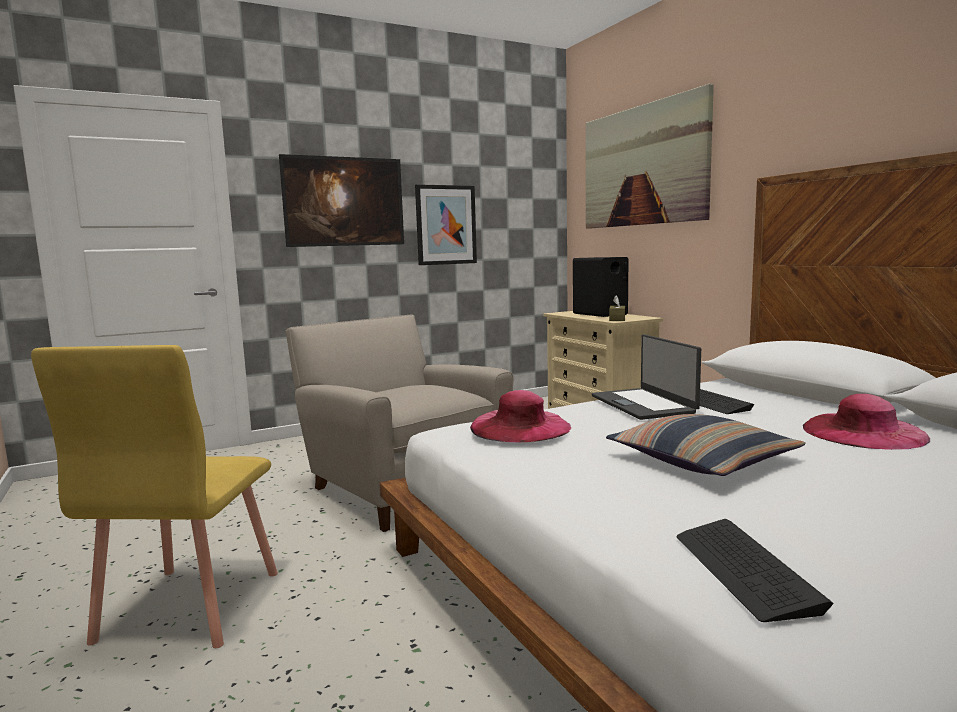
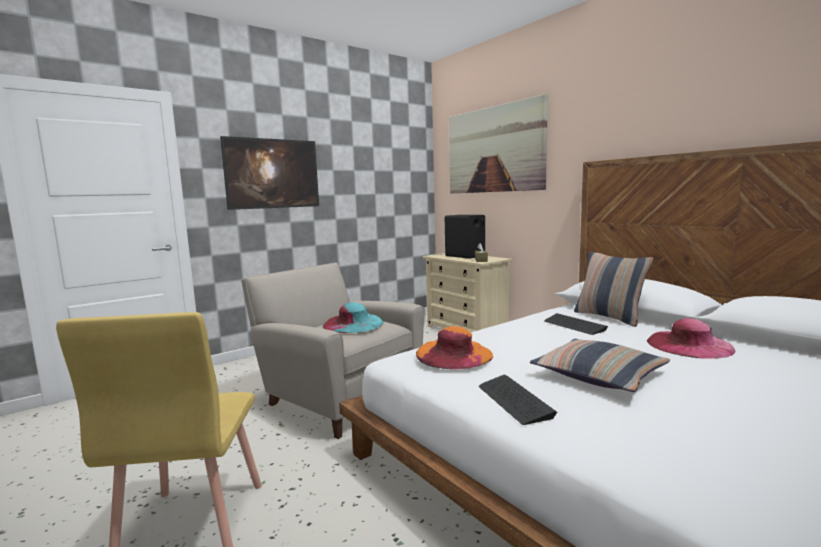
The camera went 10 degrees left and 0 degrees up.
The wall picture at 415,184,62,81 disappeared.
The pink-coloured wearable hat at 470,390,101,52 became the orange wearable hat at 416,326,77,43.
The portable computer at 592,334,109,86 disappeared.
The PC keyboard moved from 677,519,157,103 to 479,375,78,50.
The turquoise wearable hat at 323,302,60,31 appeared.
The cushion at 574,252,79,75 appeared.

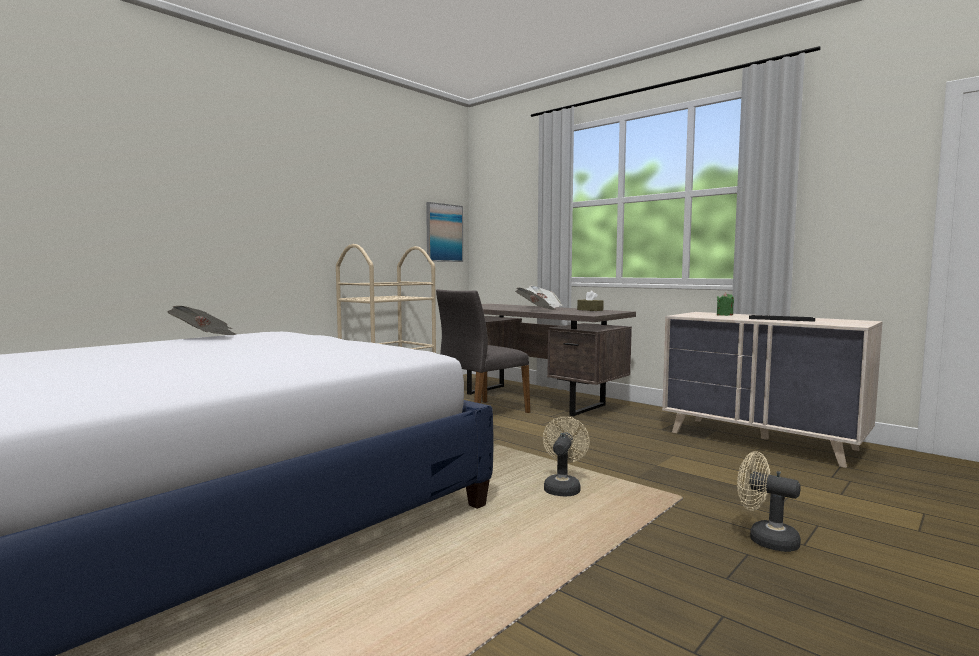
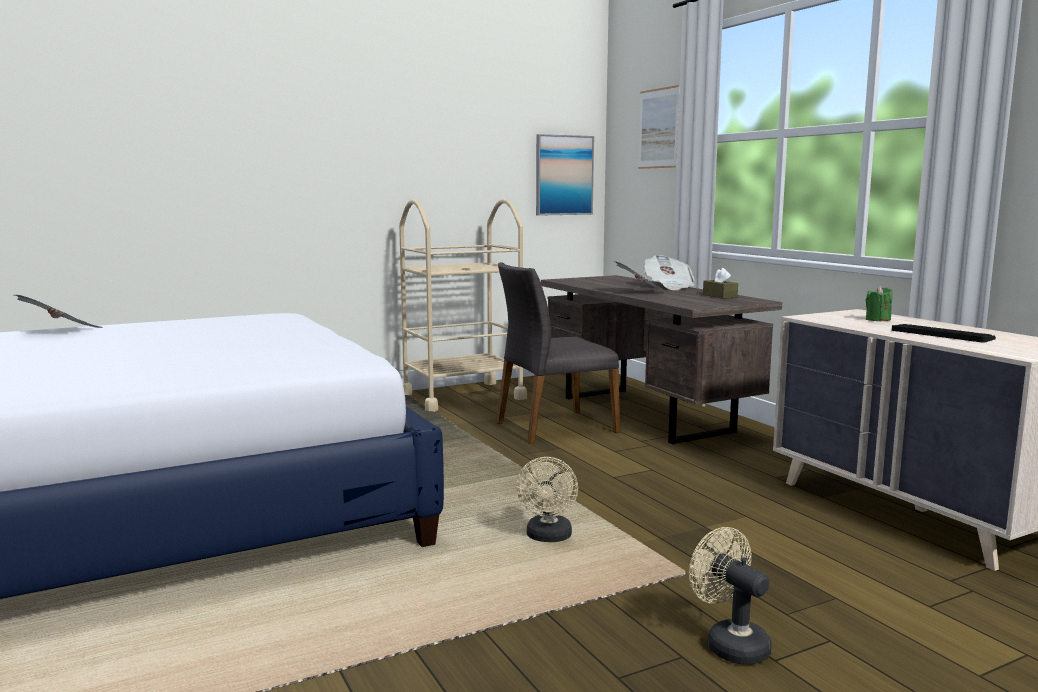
The camera went 20 degrees right and 5 degrees up.
The daily paper moved from 168,306,68,29 to 14,295,88,33.
The sand-coloured electric fan at 543,416,47,80 turned 150 degrees clockwise.
The wall picture at 638,85,42,84 appeared.

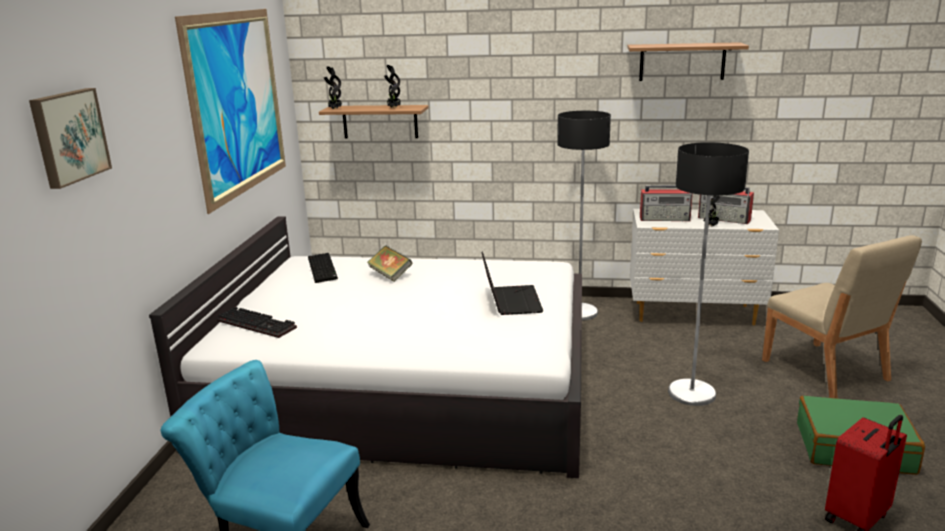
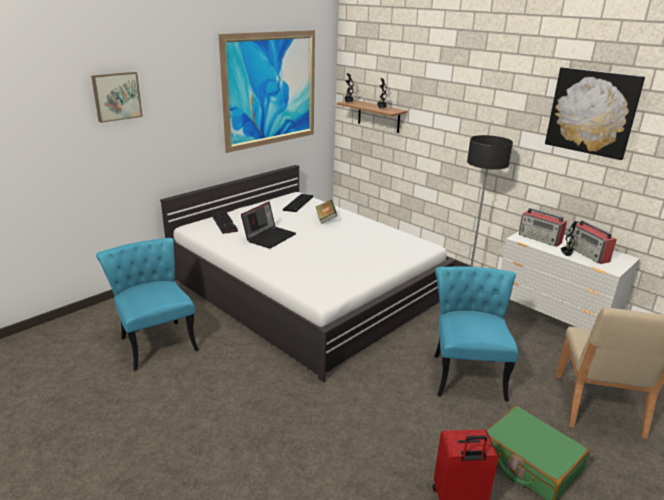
The camera went 35 degrees right and 5 degrees up.
The portable computer moved from 482,251,61,64 to 241,202,55,47.
The shelf at 627,42,122,39 was replaced by the wall picture at 545,67,100,93.
The standing lamp at 668,142,81,264 was replaced by the turquoise plain chair at 434,266,85,136.

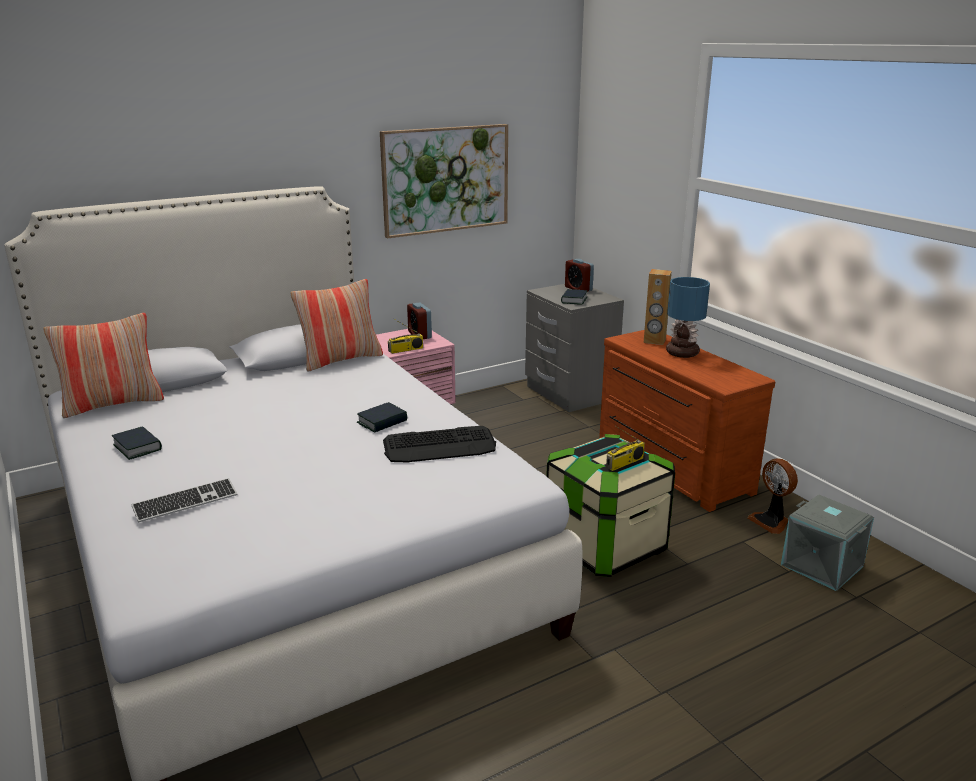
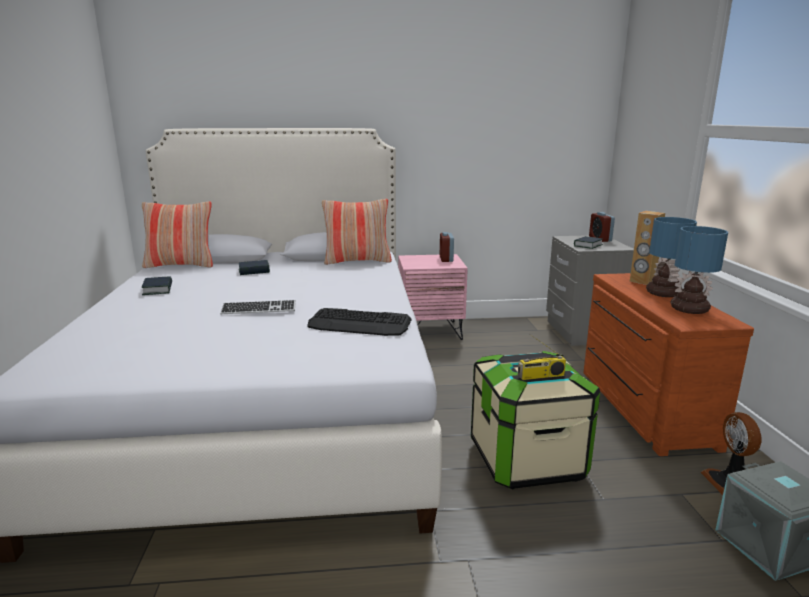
The camera went 25 degrees right and 5 degrees down.
The PC keyboard moved from 131,478,107,45 to 220,300,76,14.
The volume moved from 357,402,50,31 to 239,260,31,15.
The wall picture at 380,124,128,115 disappeared.
The radio set at 388,319,35,35 disappeared.
The table lamp at 671,226,57,88 appeared.

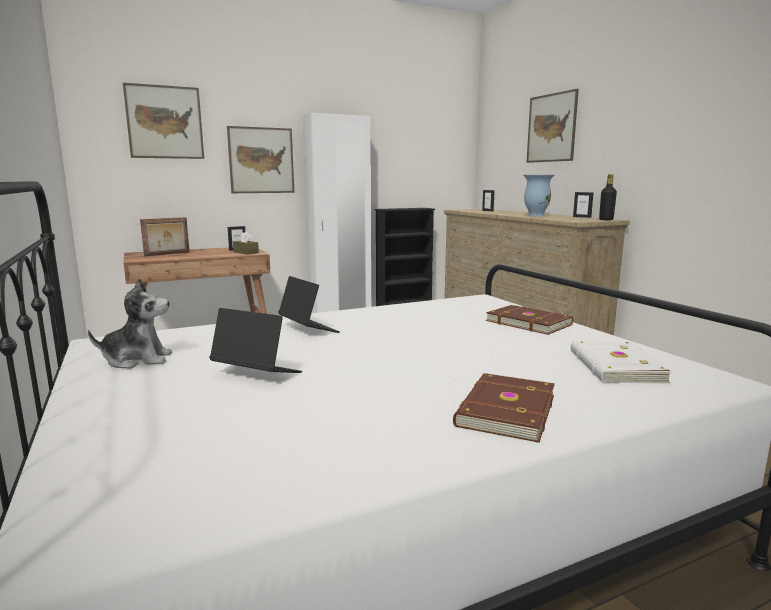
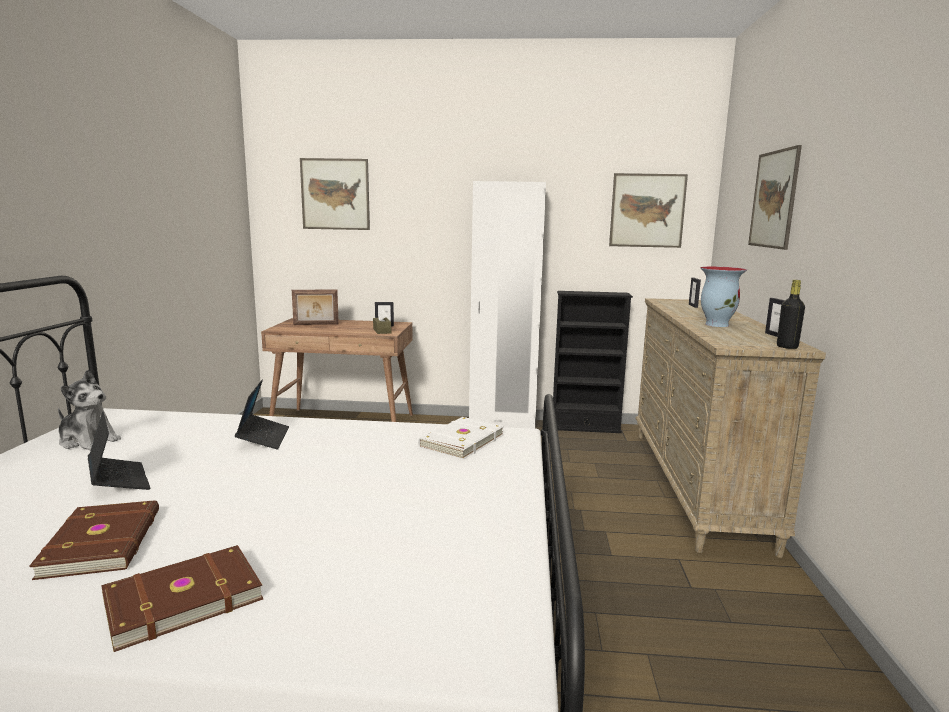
The camera went 30 degrees right and 0 degrees up.
The wall picture moved from 227,126,67,67 to 609,173,79,75.
The brown volume moved from 486,305,87,30 to 29,500,130,80.
The white-coloured volume moved from 571,341,102,43 to 418,417,86,42.

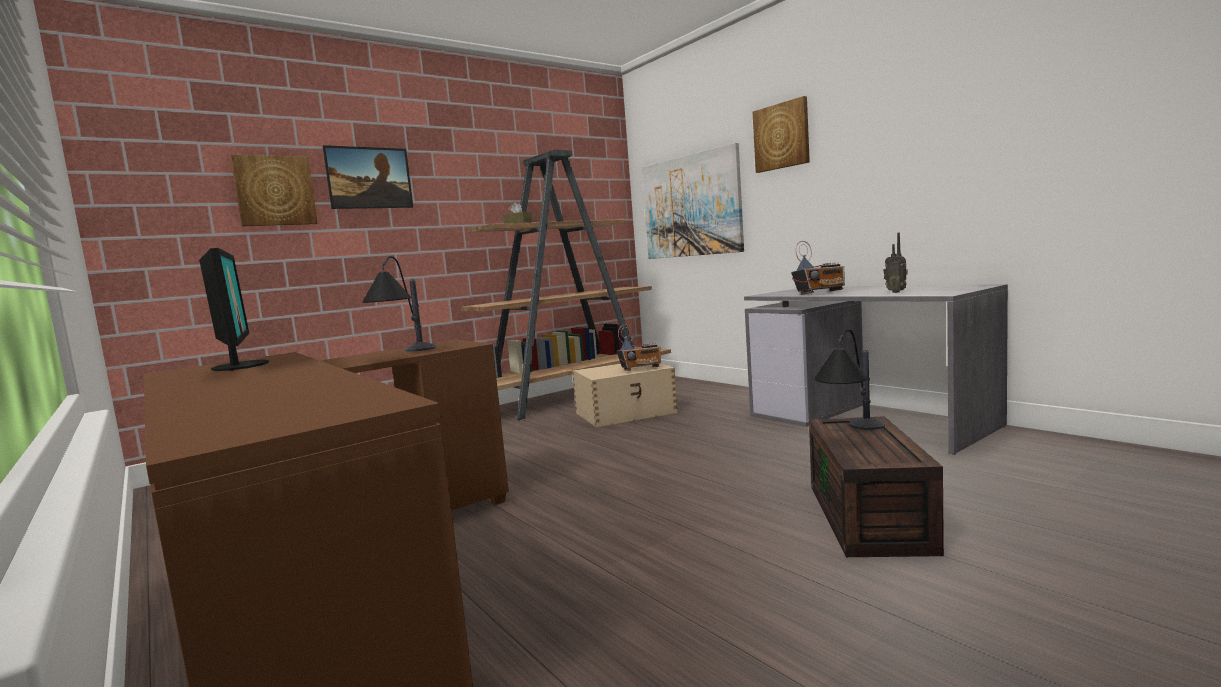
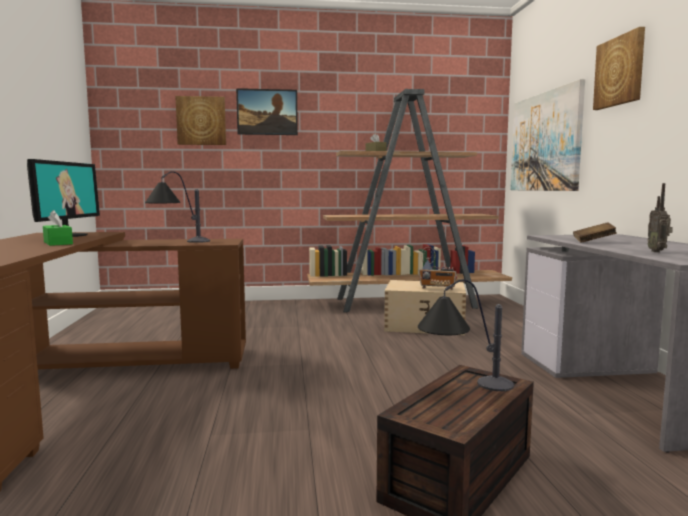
The camera went 30 degrees right and 0 degrees up.
The radio set at 791,241,54,54 was replaced by the brown volume at 573,222,44,21.
The green-coloured box of tissues at 43,210,30,36 appeared.

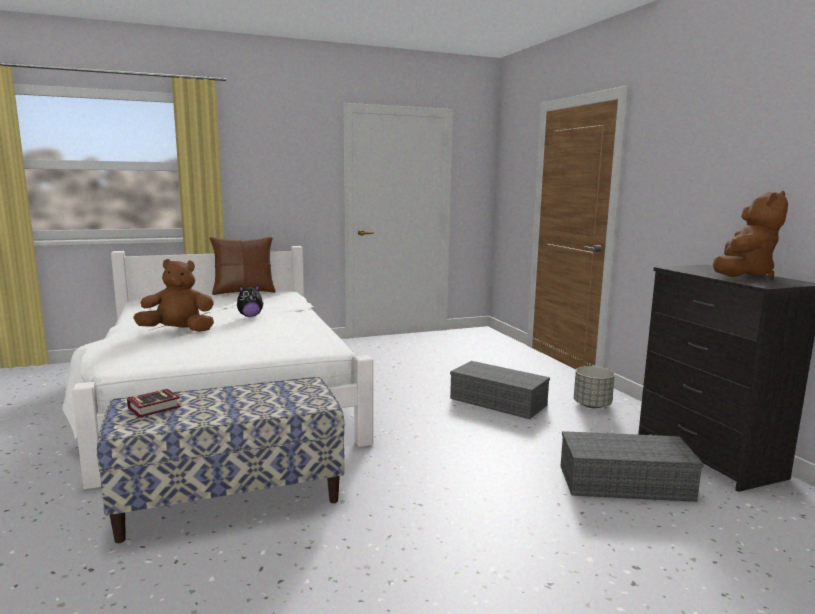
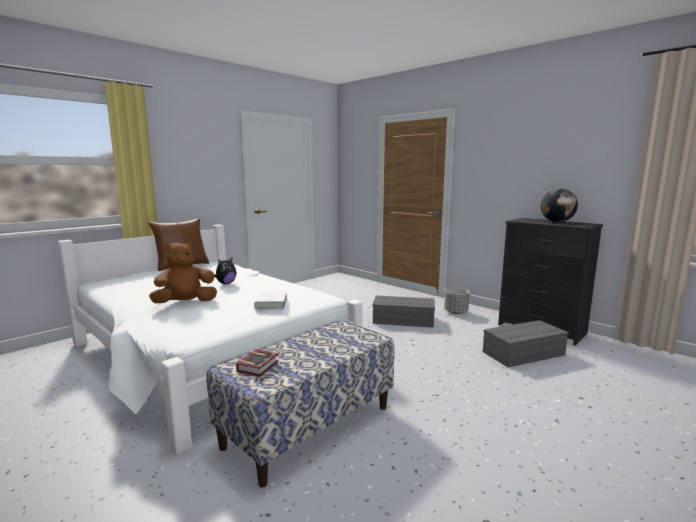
The camera went 25 degrees left and 0 degrees up.
The brown cuddly toy at 713,191,75,87 was replaced by the globe at 541,189,37,33.
The white-coloured volume at 254,291,33,19 appeared.

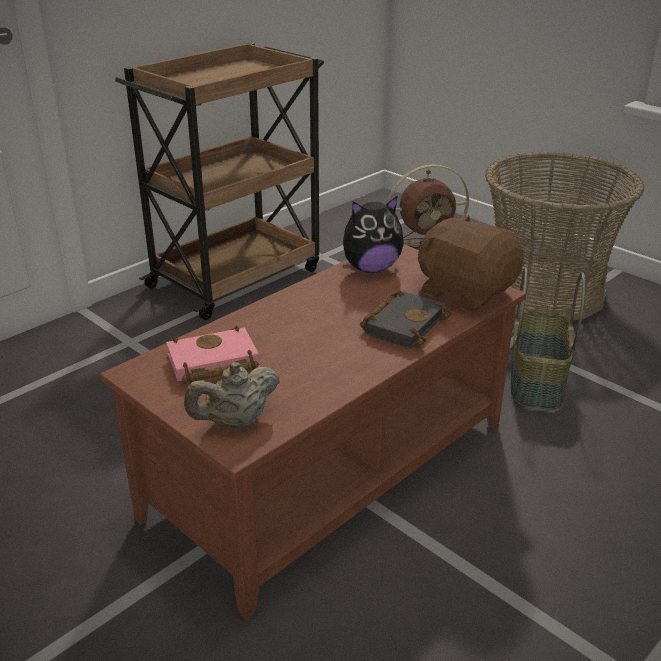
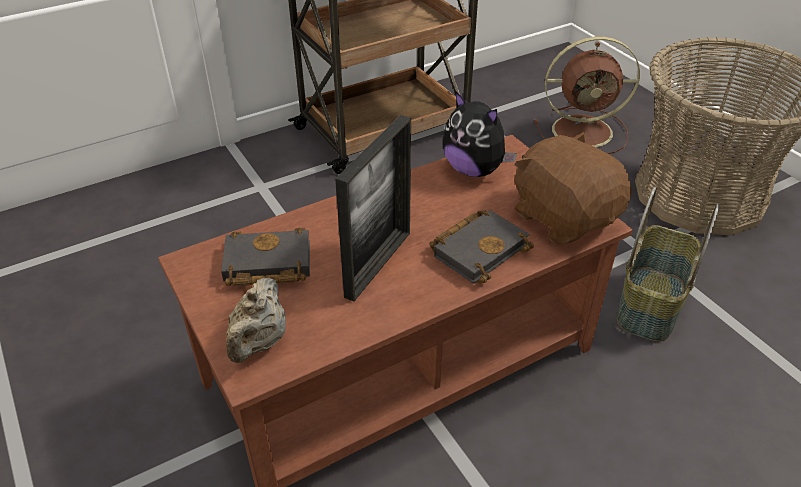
The camera went 15 degrees right and 10 degrees up.
The pink-coloured volume at 166,326,93,58 became the black-coloured volume at 221,227,89,59.
The sand-coloured teapot at 184,362,96,66 turned 60 degrees counterclockwise.
The cuddly toy at 343,196,61,77 turned 45 degrees clockwise.
The photo frame at 335,115,76,187 appeared.

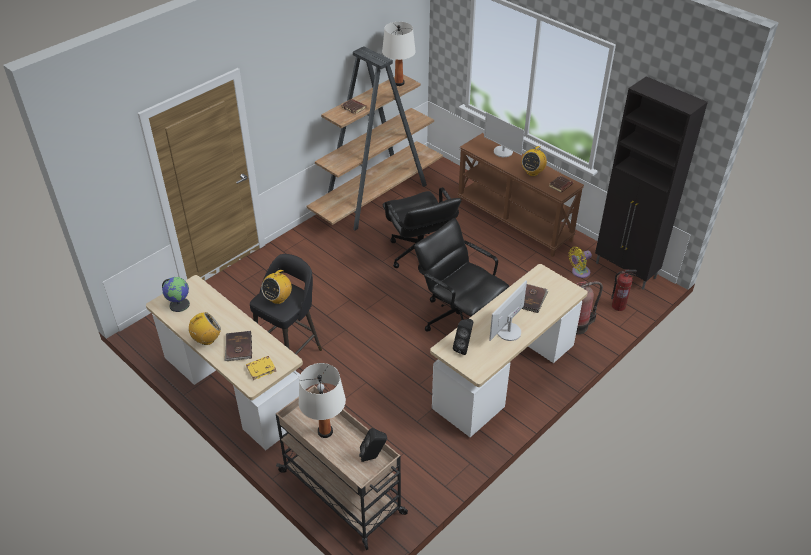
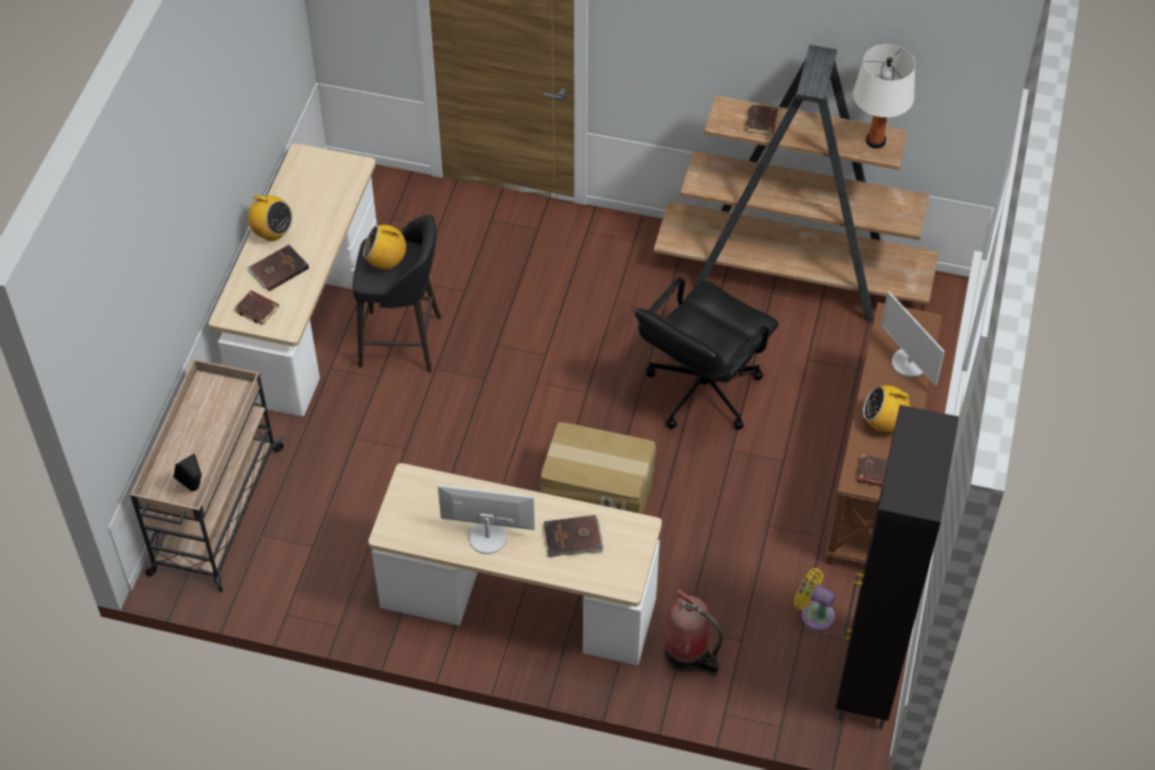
The camera went 60 degrees right and 10 degrees up.
The globe at 162,277,28,35 disappeared.
The yellowish volume at 246,356,30,24 became the brown volume at 234,290,45,36.
The white-coloured table lamp at 299,363,47,75 disappeared.
The black-coloured office chair at 414,218,95,114 was replaced by the cardboard box at 540,422,116,92.
The black-coloured loudspeaker at 453,319,20,36 disappeared.
The monitor at 484,112,41,45 turned 45 degrees counterclockwise.
The fire extinguisher at 611,269,25,42 disappeared.

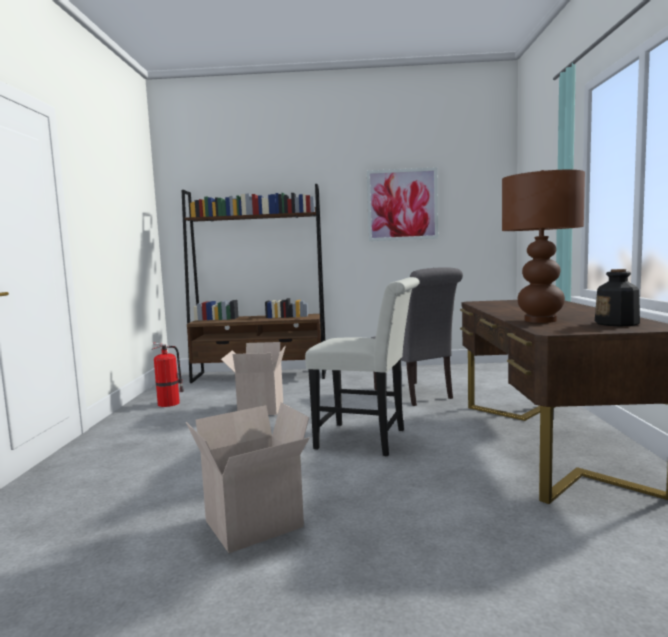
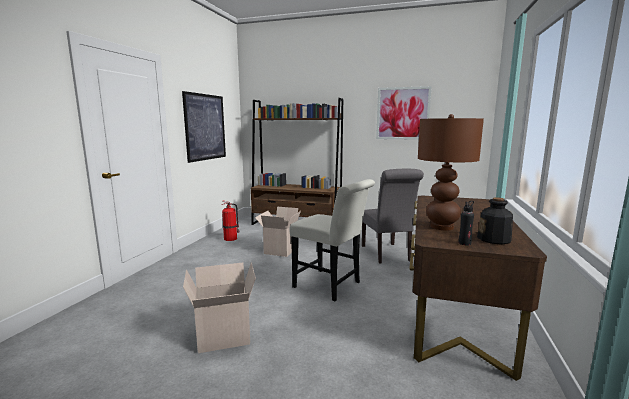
The camera went 15 degrees right and 5 degrees up.
The wall picture at 182,91,44,72 appeared.
The black-coloured bottle at 459,201,15,44 appeared.

